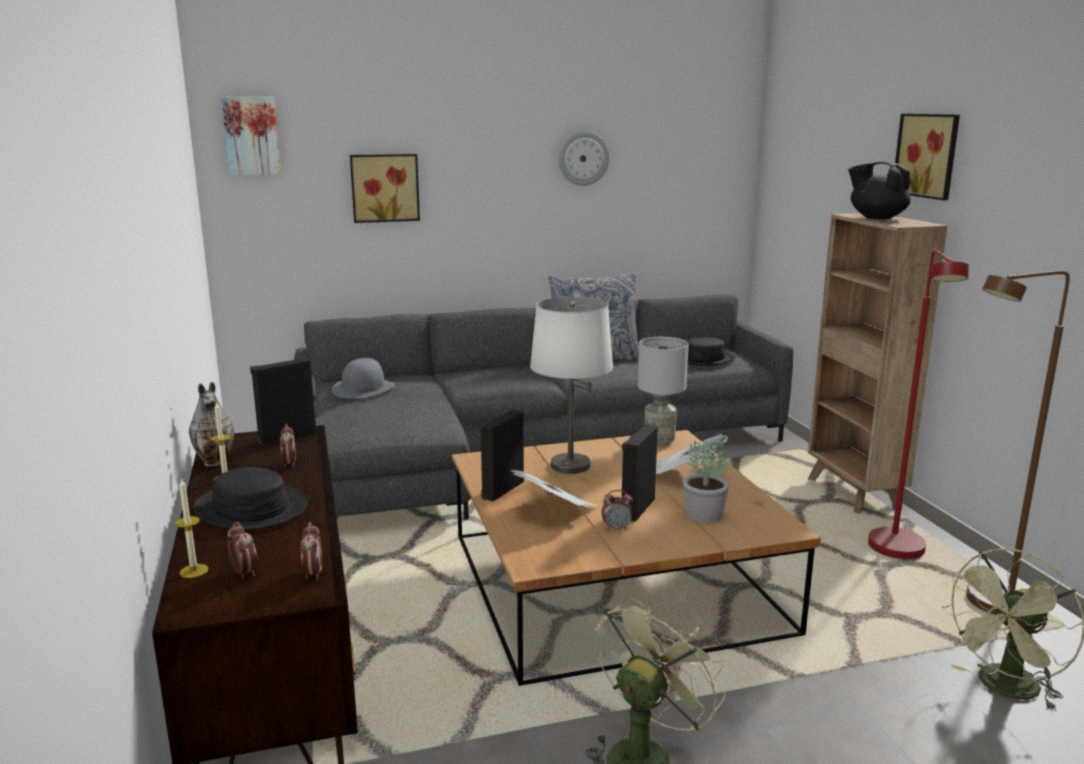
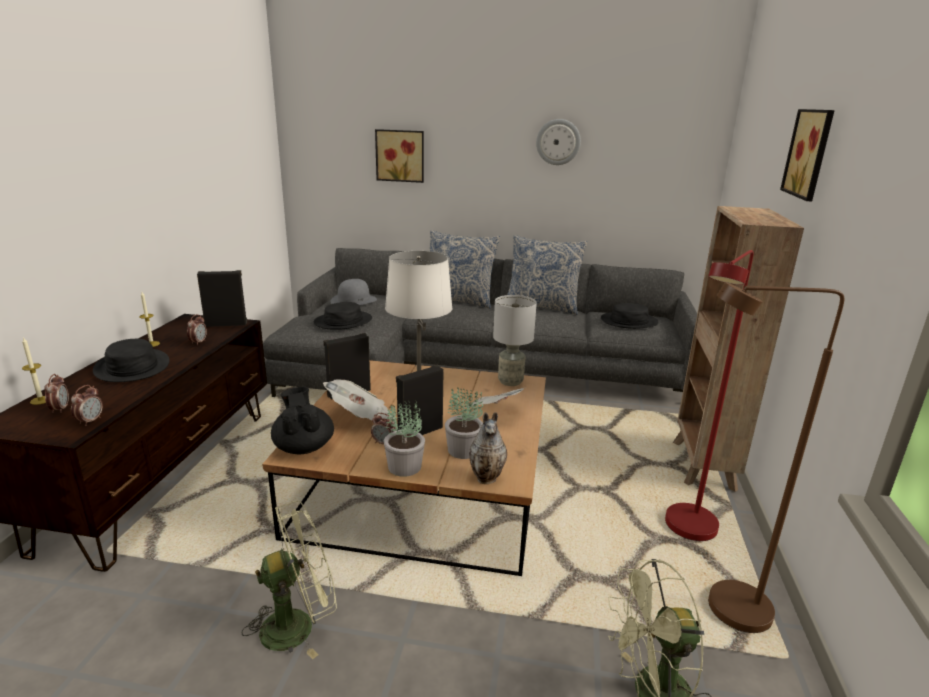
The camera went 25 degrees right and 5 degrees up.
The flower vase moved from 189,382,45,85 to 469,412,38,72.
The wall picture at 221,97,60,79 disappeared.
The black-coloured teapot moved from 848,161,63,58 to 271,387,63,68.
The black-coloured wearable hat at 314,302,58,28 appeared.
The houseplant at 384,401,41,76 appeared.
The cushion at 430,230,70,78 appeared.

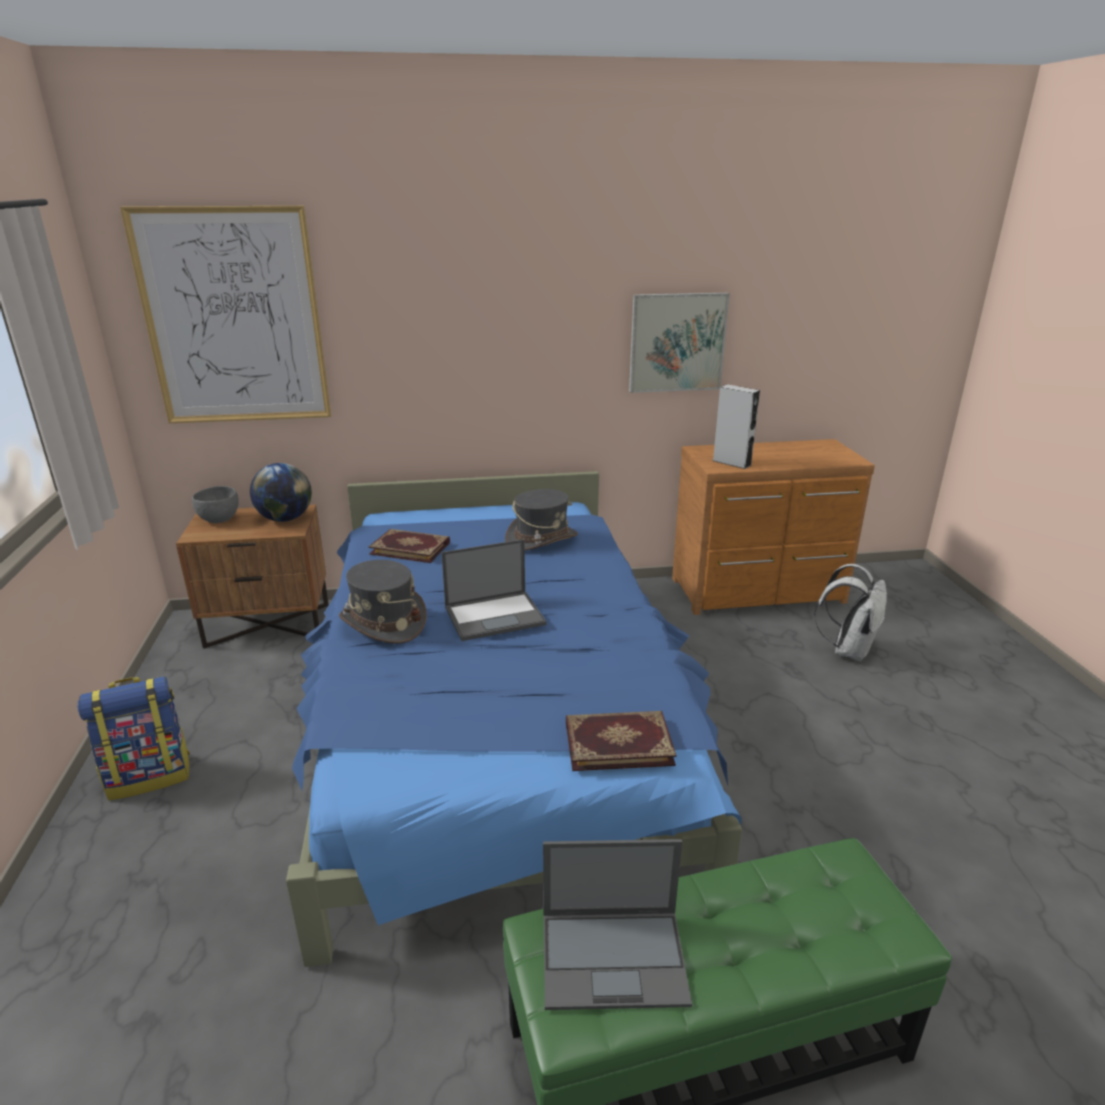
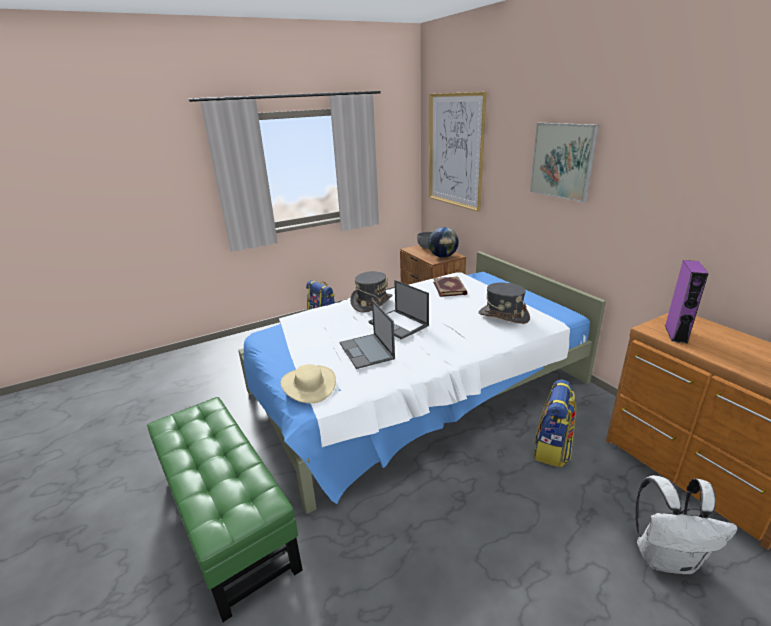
The camera went 70 degrees right and 0 degrees up.
The bluish bed at 286,471,456,496 became the white-coloured bed at 238,251,368,263.
The portable computer moved from 543,839,149,171 to 339,300,56,69.
The volume at 566,711,111,60 was replaced by the sand-coloured wearable hat at 281,364,55,39.
The wall picture moved from 629,293,101,100 to 530,123,68,80.
The gray loudspeaker at 713,384,47,85 became the purple-coloured loudspeaker at 665,260,44,83.
The rucksack at 534,379,43,89 appeared.

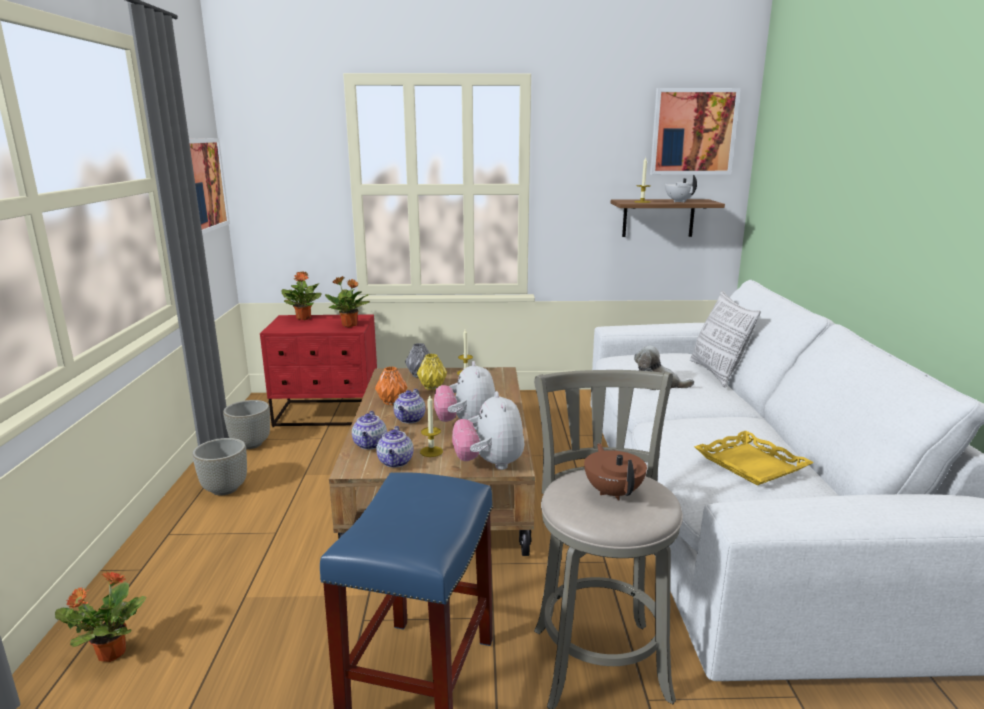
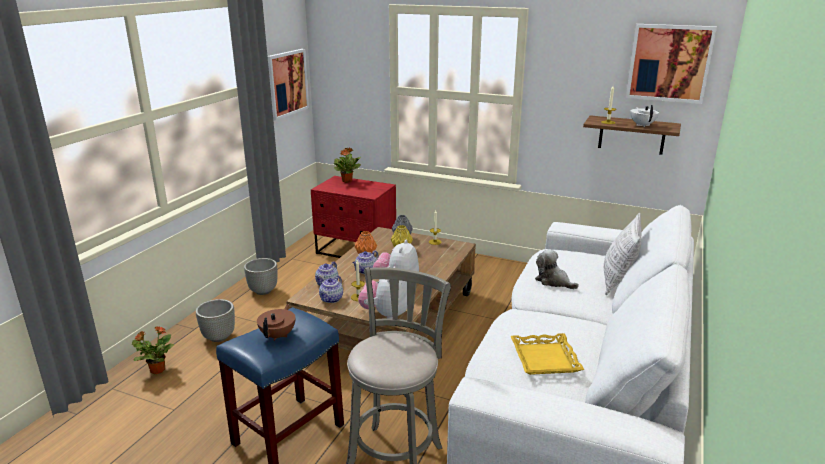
The camera went 25 degrees right and 5 degrees up.
The gray flower pot moved from 223,400,47,49 to 196,299,39,43.
The houseplant at 325,276,44,51 disappeared.
The brown teapot moved from 584,443,63,58 to 257,304,39,37.

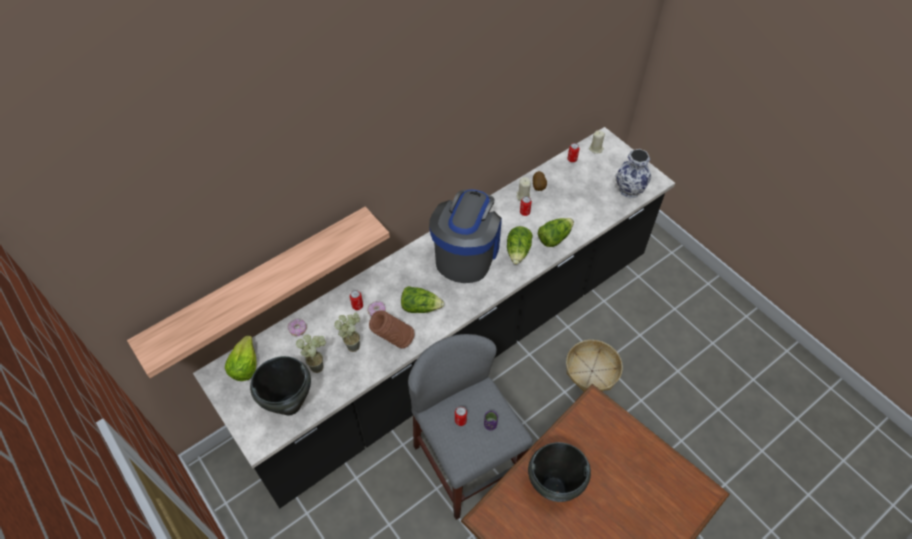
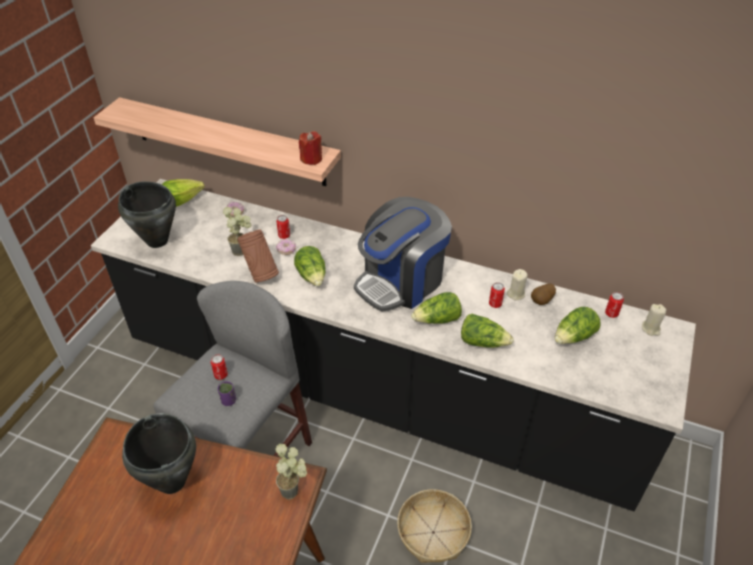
The camera went 60 degrees right and 10 degrees down.
The houseplant moved from 296,334,30,39 to 275,444,32,56.
The coffee maker at 429,189,73,94 turned 150 degrees clockwise.
The flower vase at 616,149,35,49 disappeared.
The reddish wax light at 299,131,23,34 appeared.
The lettuce head at 555,307,46,37 appeared.

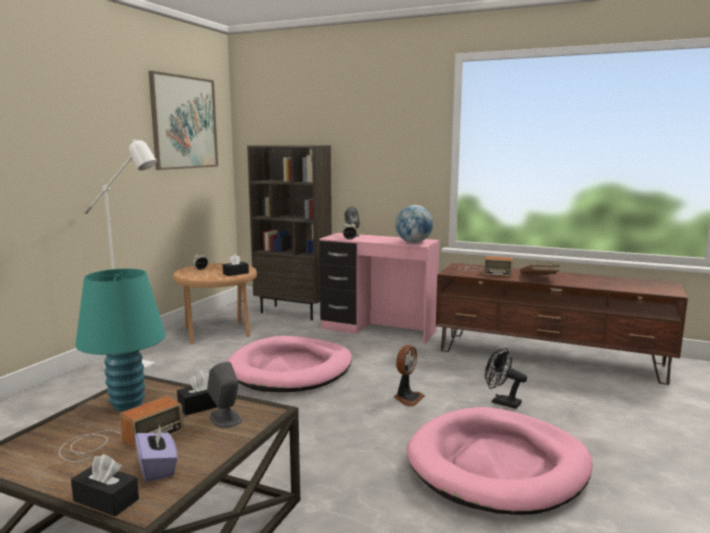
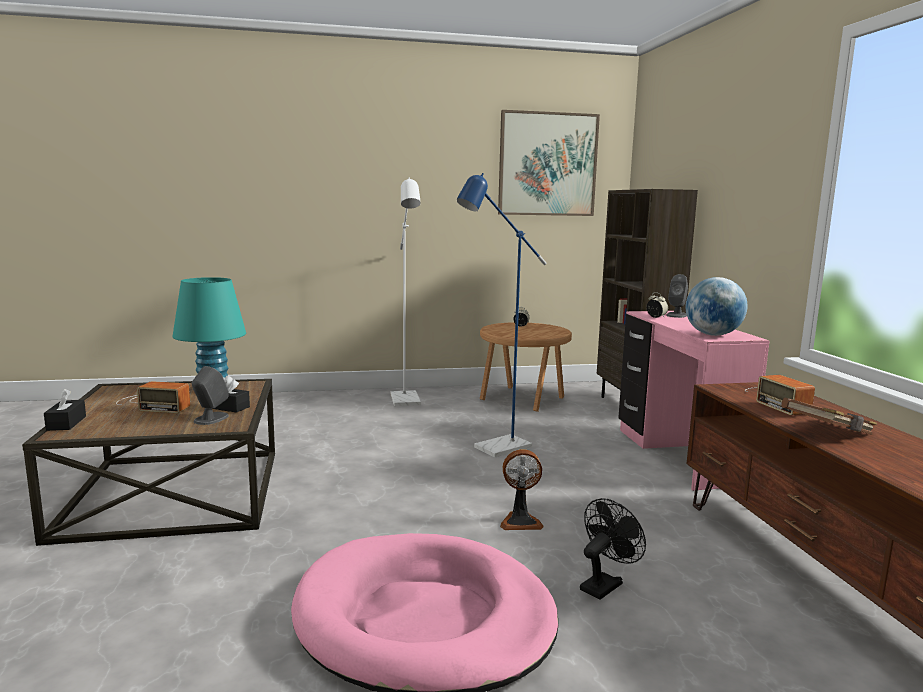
The camera went 55 degrees right and 0 degrees up.
The purple-coloured box of tissues at 135,425,43,57 disappeared.
The black-coloured box of tissues at 223,254,26,22 disappeared.
The pink-coloured pet bed at 226,336,126,56 was replaced by the bluish standing lamp at 456,173,91,284.
The black-coloured electric fan at 485,347,42,62 turned 45 degrees clockwise.

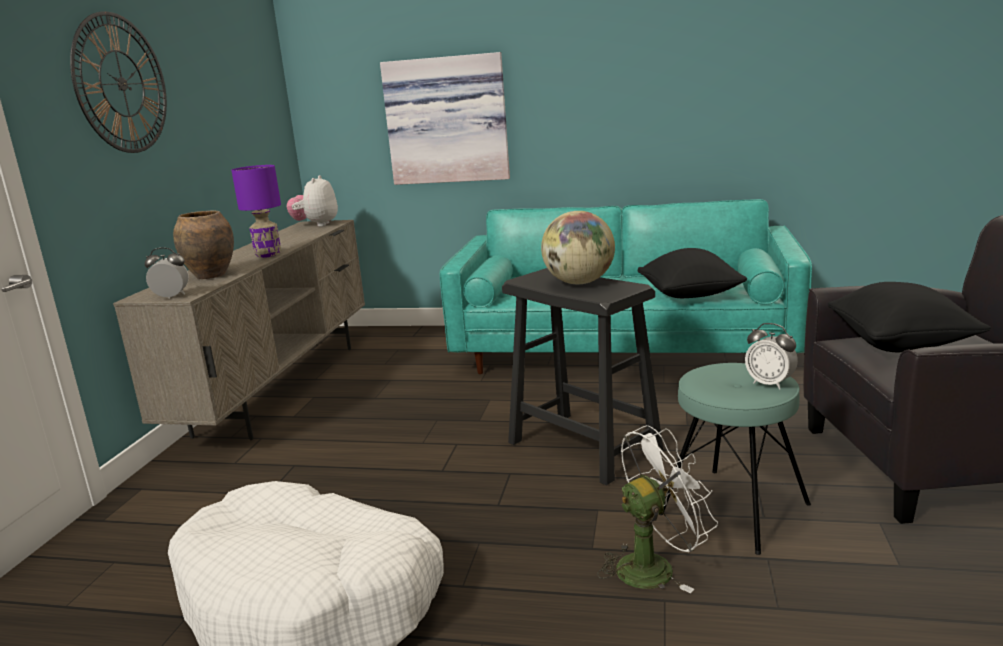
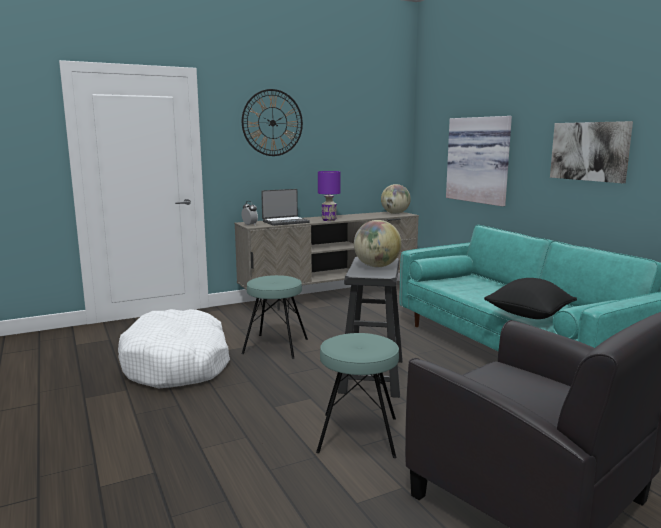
The camera went 50 degrees right and 5 degrees down.
The brown flower vase at 173,210,61,69 was replaced by the portable computer at 261,189,49,37.
The cuddly toy at 287,175,51,52 was replaced by the globe at 381,184,30,30.
The white-coloured electric fan at 597,425,121,168 disappeared.
The alarm clock at 745,323,53,67 disappeared.
The black-coloured cushion at 828,282,163,70 disappeared.
The turquoise stool seat at 242,275,66,84 appeared.
The wall picture at 550,121,83,62 appeared.

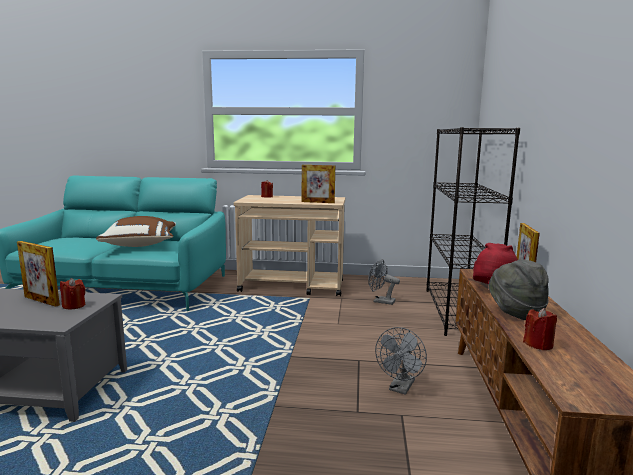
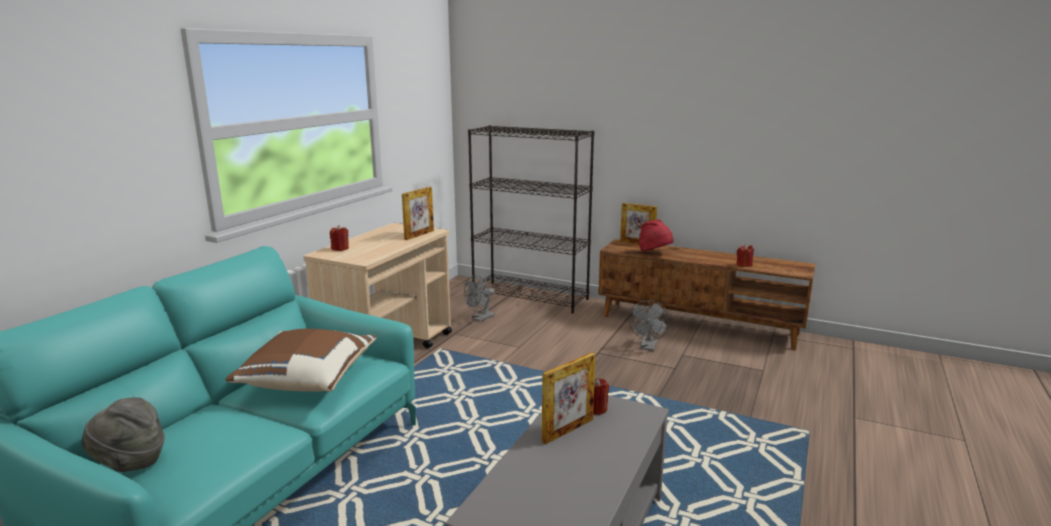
The camera went 70 degrees left and 5 degrees up.
The gray electric fan at 375,327,52,68 turned 60 degrees clockwise.
The gray wearable hat moved from 489,260,60,60 to 81,397,84,75.

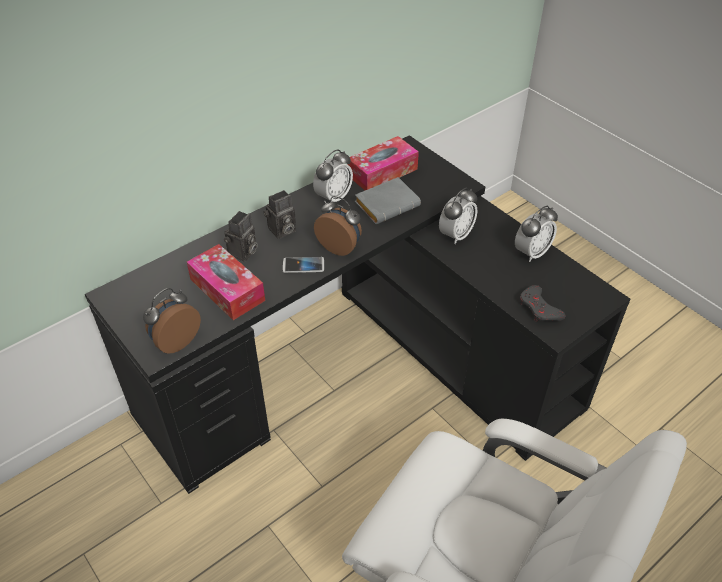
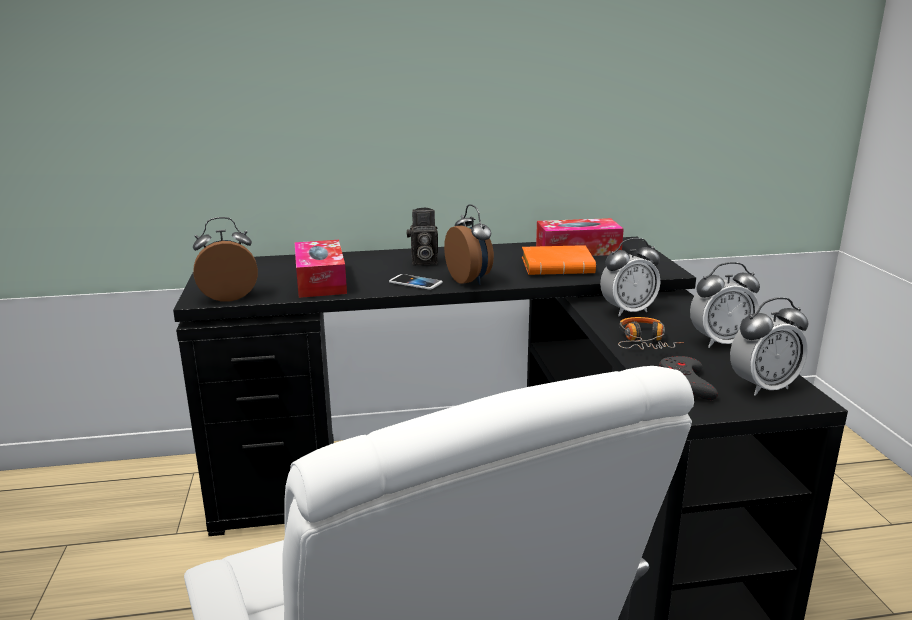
The camera went 30 degrees right and 25 degrees down.
The still camera at 224,211,34,51 disappeared.
The alarm clock moved from 313,149,40,53 to 730,297,79,99.
The gray volume at 355,177,66,47 became the orange volume at 522,245,74,30.
The headset at 618,317,66,33 appeared.

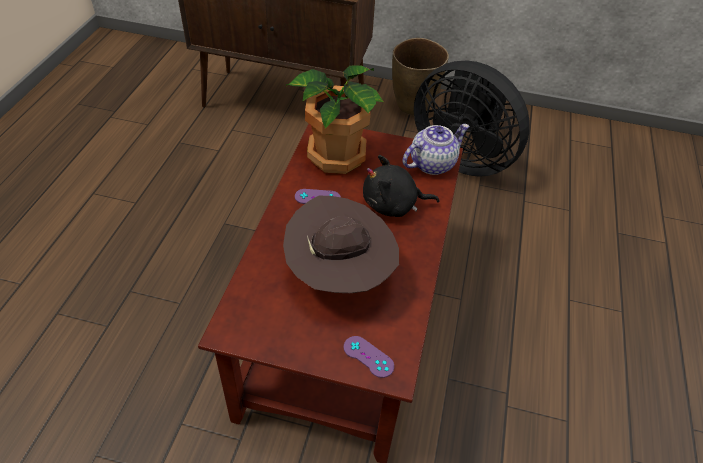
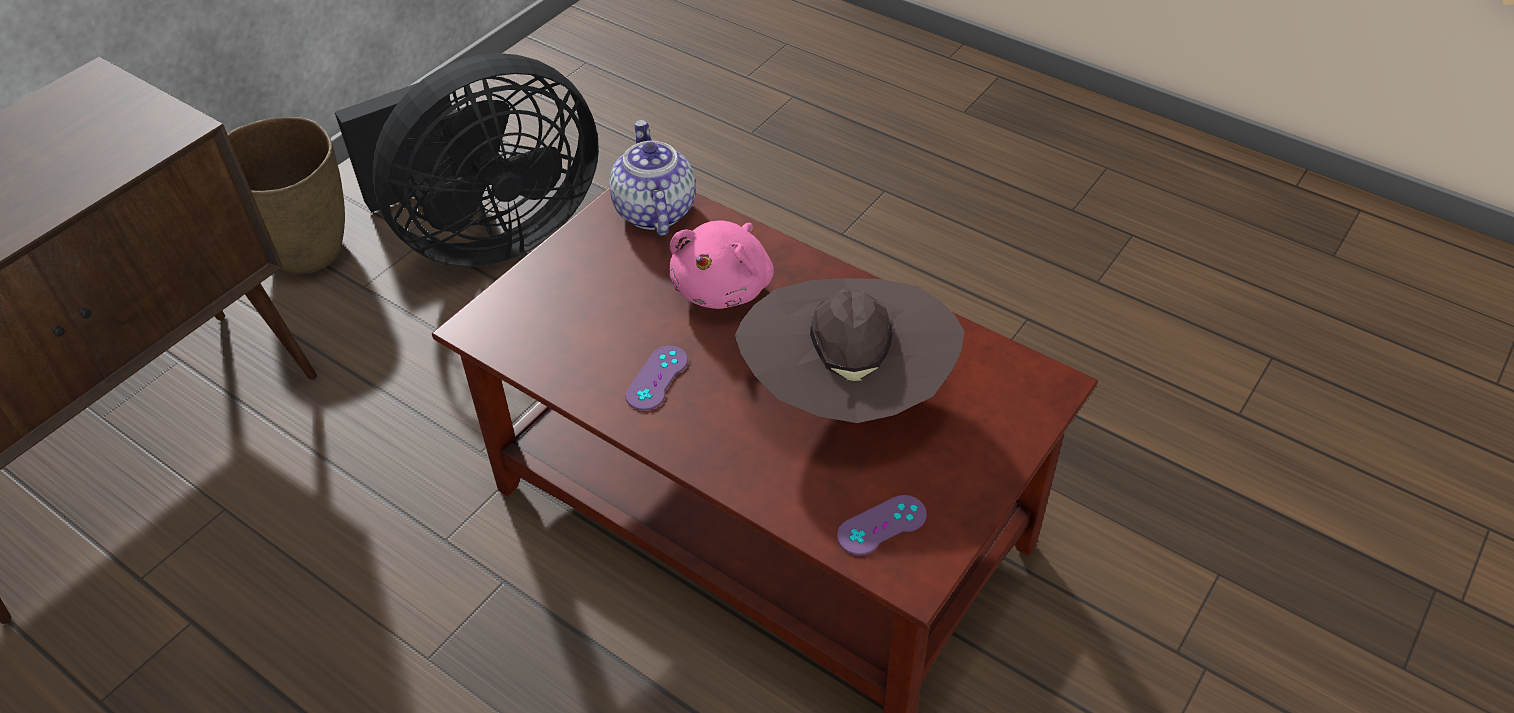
The camera went 65 degrees left and 0 degrees up.
The houseplant at 286,65,98,109 disappeared.
The purple-coloured game controller moved from 344,336,50,42 to 837,495,90,60.
The black-coloured cuddly toy at 363,155,76,62 became the pink-coloured cuddly toy at 669,221,105,88.

